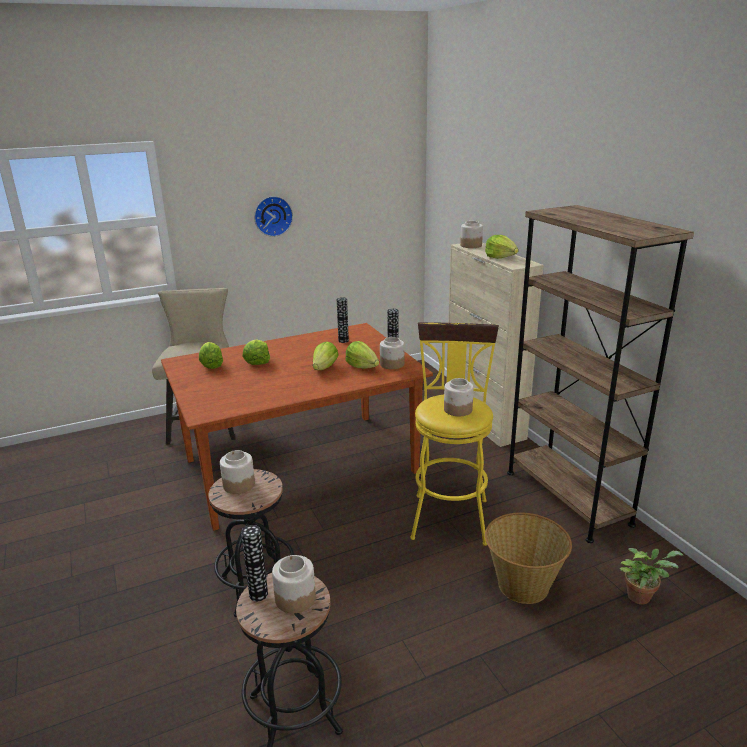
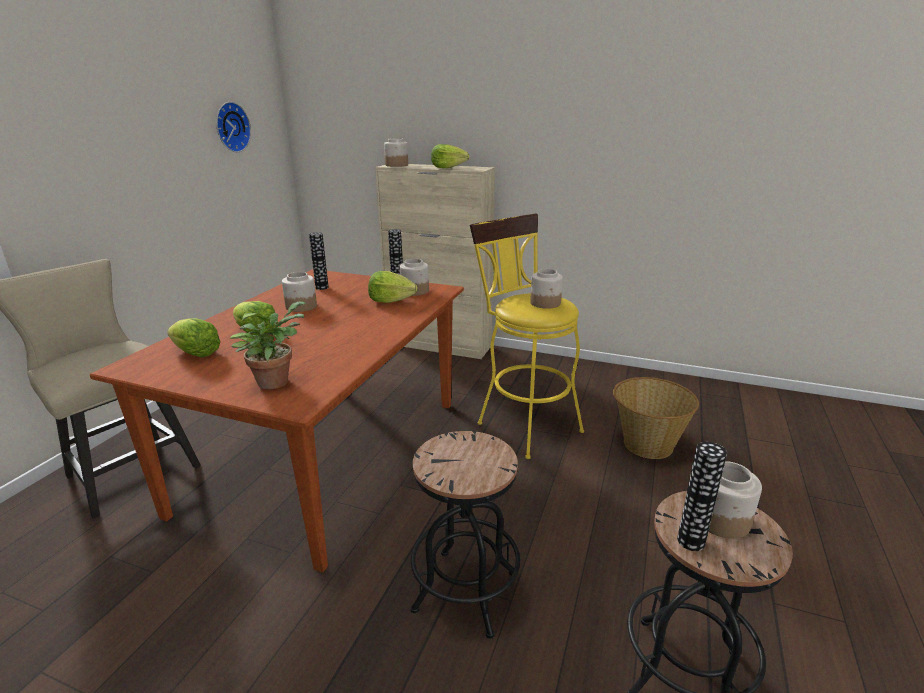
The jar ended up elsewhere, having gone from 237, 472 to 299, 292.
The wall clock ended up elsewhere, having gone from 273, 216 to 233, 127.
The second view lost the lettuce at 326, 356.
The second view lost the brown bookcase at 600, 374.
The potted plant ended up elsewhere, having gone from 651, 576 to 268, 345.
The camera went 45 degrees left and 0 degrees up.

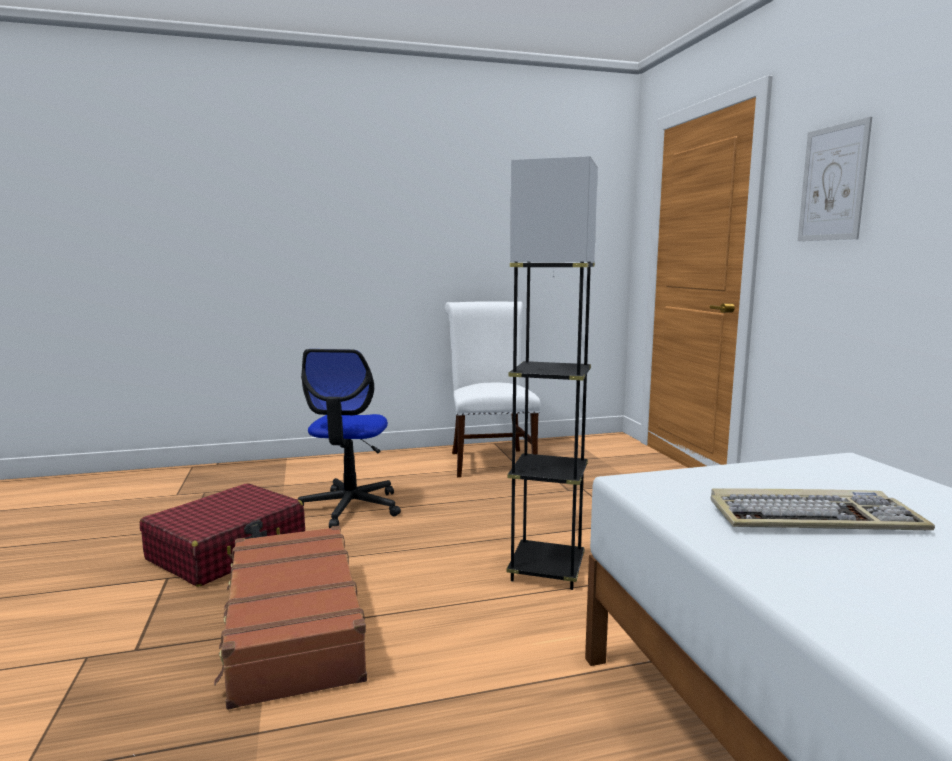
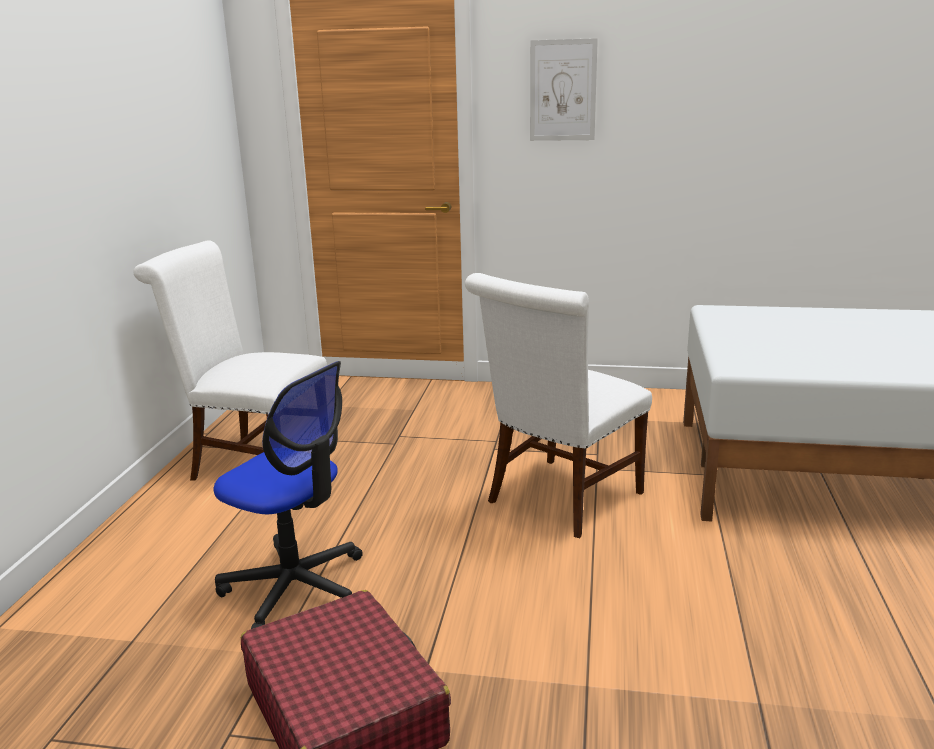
The second view lost the brown suitcase at 290, 618.
Where the grey floor lamp stood at 552, 373, the white chair came to stand at 558, 405.
The second view lost the keyboard at 823, 509.
The camera went 65 degrees left and 10 degrees up.

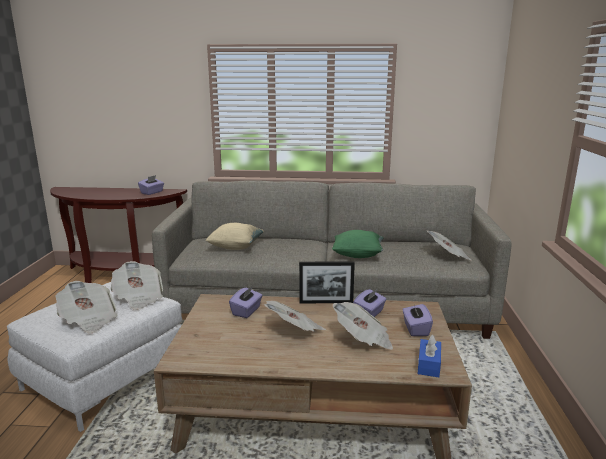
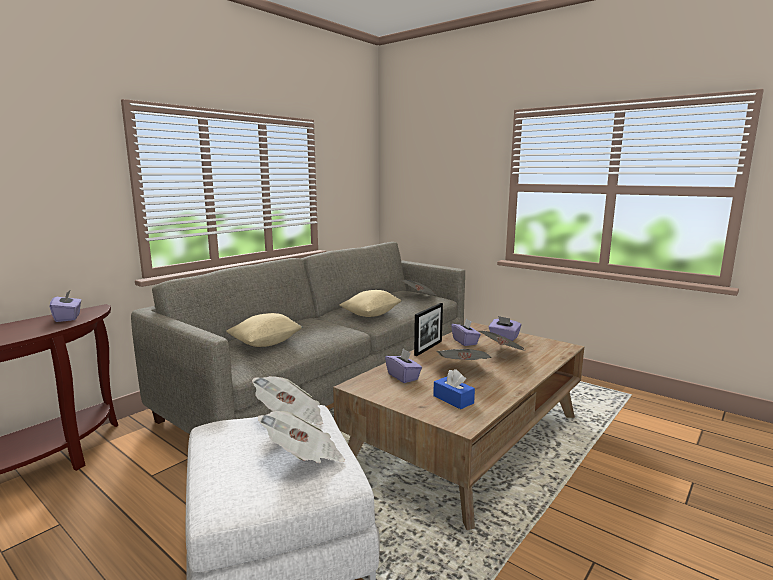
What was the green pillow at 357, 244 turned into the beige pillow at 370, 303.
The blue tissue box ended up elsewhere, having gone from 429, 356 to 454, 389.
The camera went 55 degrees left and 5 degrees down.

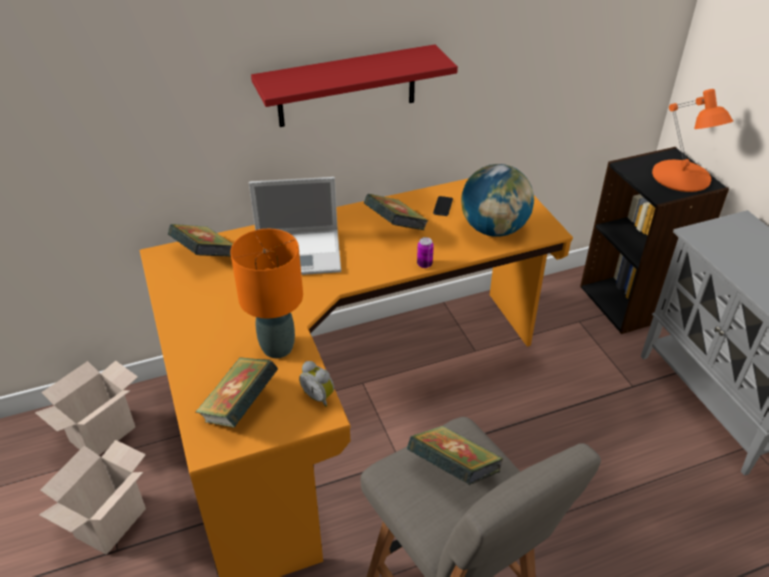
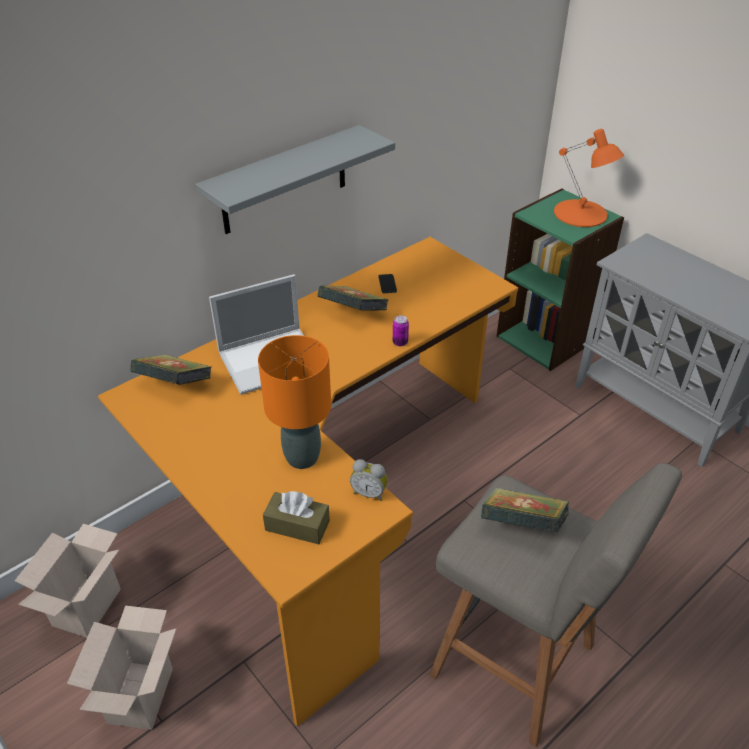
Where the book stood at 237, 392, the brown tissue box came to stand at 296, 517.
What was the red shelf at 354, 85 turned into the grey shelf at 295, 179.
The second view lost the globe at 497, 200.
What was the black bookcase at 654, 240 turned into the green bookcase at 560, 280.
The camera went 20 degrees left and 0 degrees up.

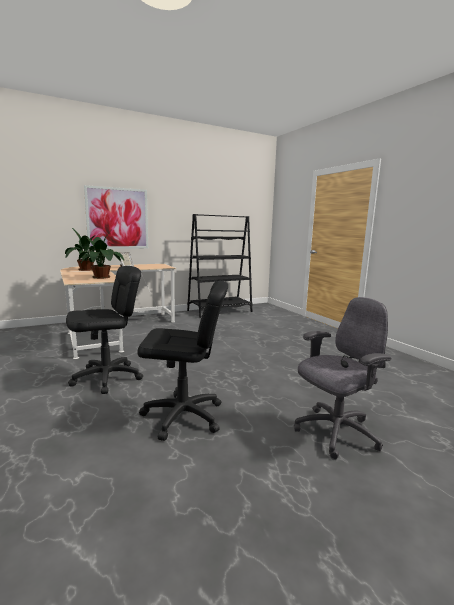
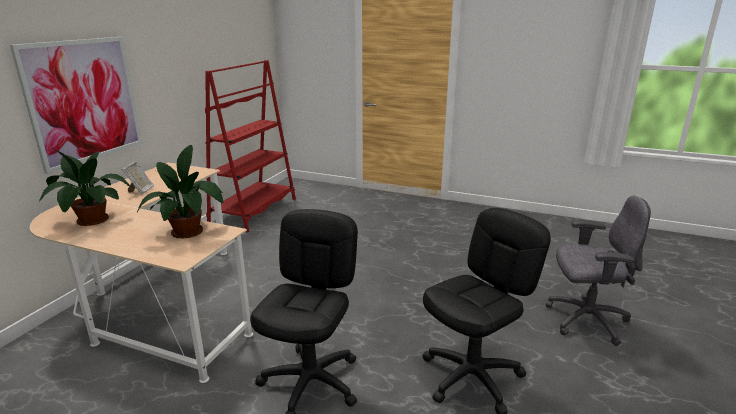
What was the black bookcase at 220, 266 turned into the red bookcase at 250, 146.
The grey office chair at 343, 378 ended up facing another way, 75 degrees clockwise from before.
The camera went 40 degrees left and 10 degrees up.

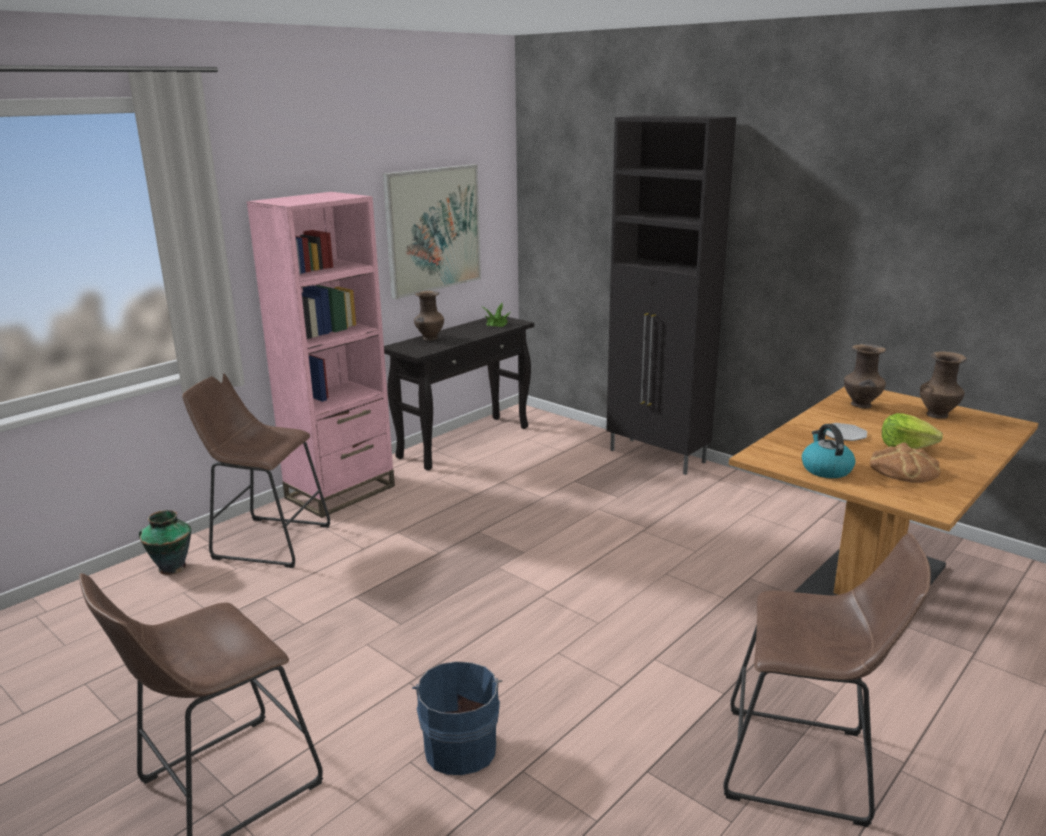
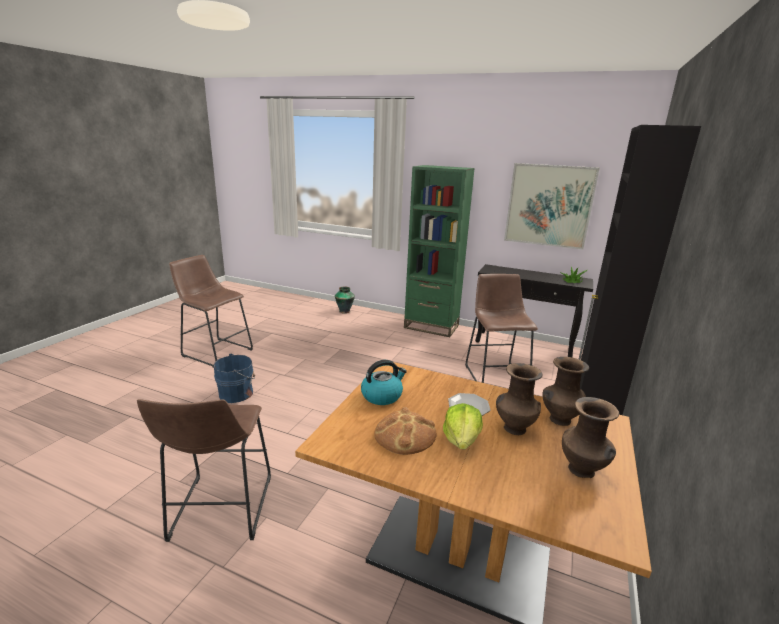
The brown stool ended up elsewhere, having gone from 256, 470 to 501, 328.
What was the pink bookcase at 320, 355 turned into the green bookcase at 439, 251.
The brown vase ended up elsewhere, having gone from 429, 316 to 519, 399.
The camera went 70 degrees right and 0 degrees up.

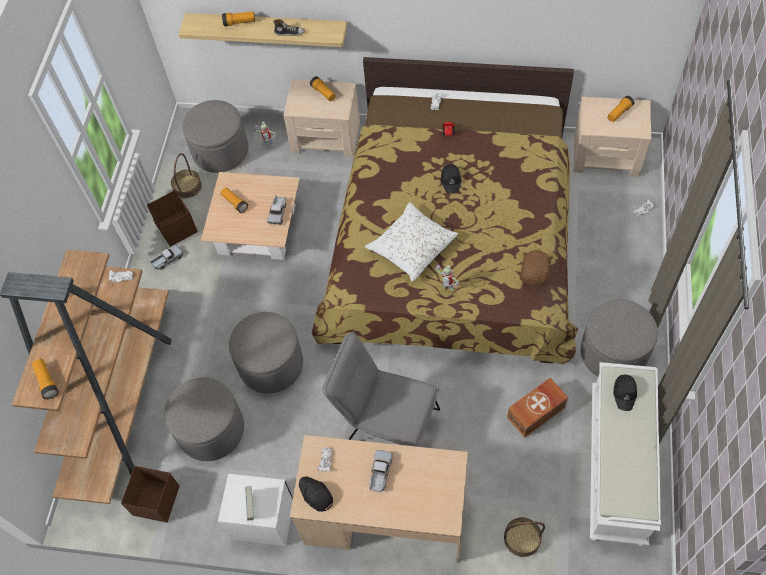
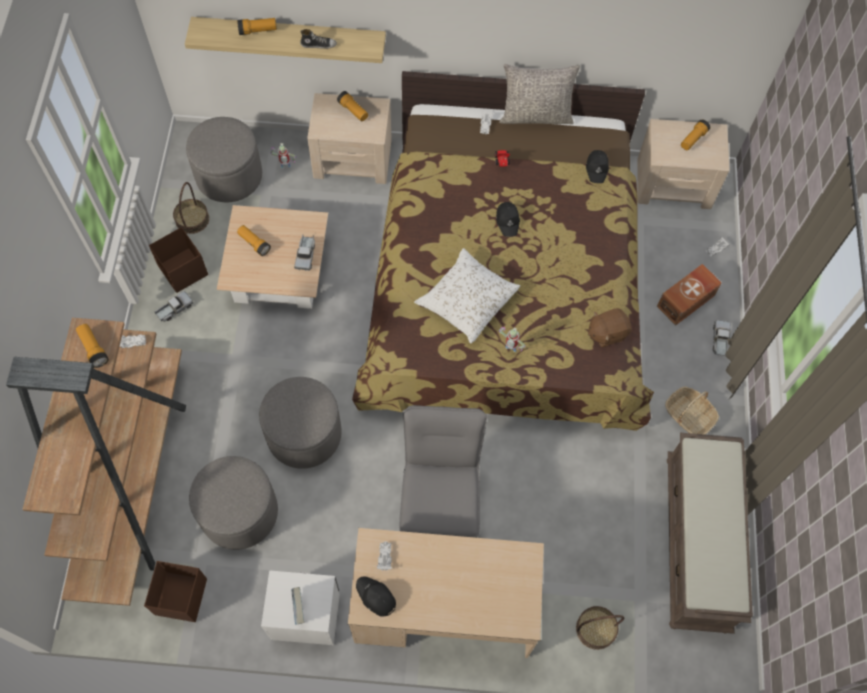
The flashlight ended up elsewhere, having gone from 45, 379 to 92, 346.
The grey chair at 381, 389 ended up facing another way, 75 degrees clockwise from before.
The toy truck ended up elsewhere, having gone from 381, 471 to 722, 338.
The brown storage box ended up elsewhere, having gone from 537, 408 to 689, 294.
The brown plush toy at 537, 267 ended up facing another way, 120 degrees counterclockwise from before.
Where the grey ottoman stood at 619, 338, the basket came to stand at 692, 411.
What was the white bench at 625, 454 turned into the brown bench at 710, 533.
The black cap ended up elsewhere, having gone from 625, 393 to 597, 166.
The second view gained the grey pillow at 539, 94.
The camera went 10 degrees left and 5 degrees up.

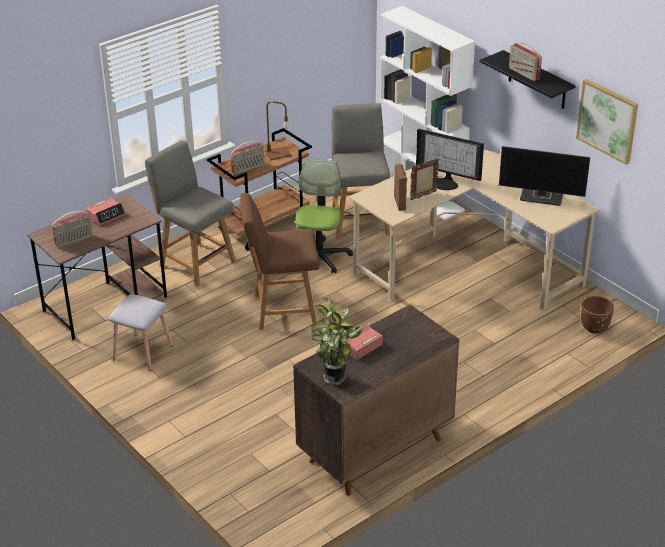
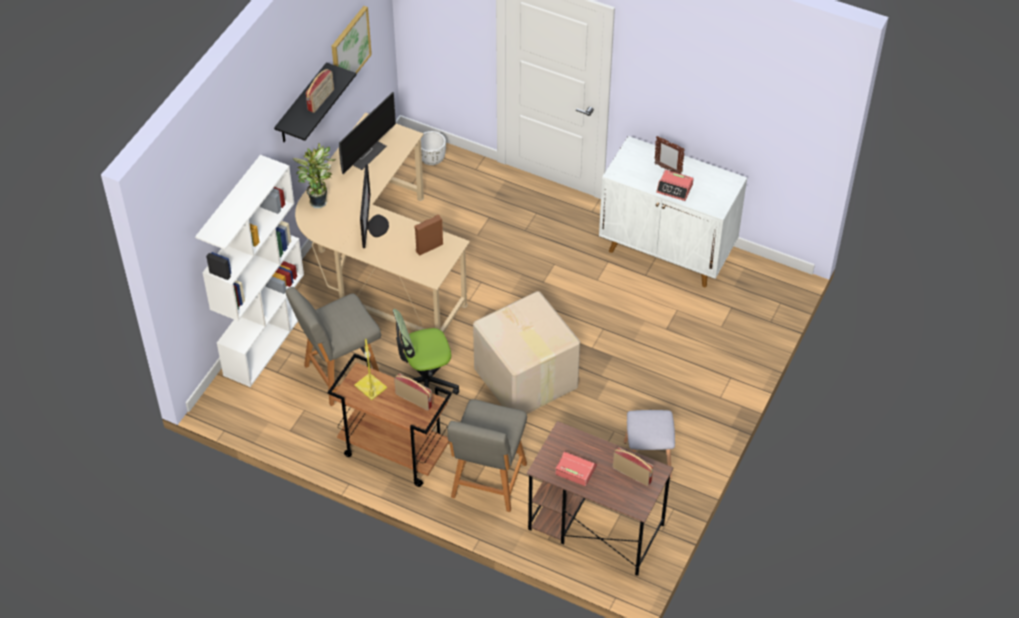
Where the brown chair stood at 280, 261, the cardboard box came to stand at 526, 352.
What was the brown table lamp at 278, 130 turned into the yellow table lamp at 370, 369.
What was the brown cabinet at 376, 400 turned into the white cabinet at 673, 211.
The potted plant ended up elsewhere, having gone from 337, 341 to 314, 175.
The picture frame ended up elsewhere, having gone from 425, 179 to 669, 155.
The monitor at 544, 176 ended up facing another way, 45 degrees clockwise from before.
What was the brown planter at 597, 315 turned into the white planter at 433, 148.
The camera went 115 degrees left and 15 degrees up.

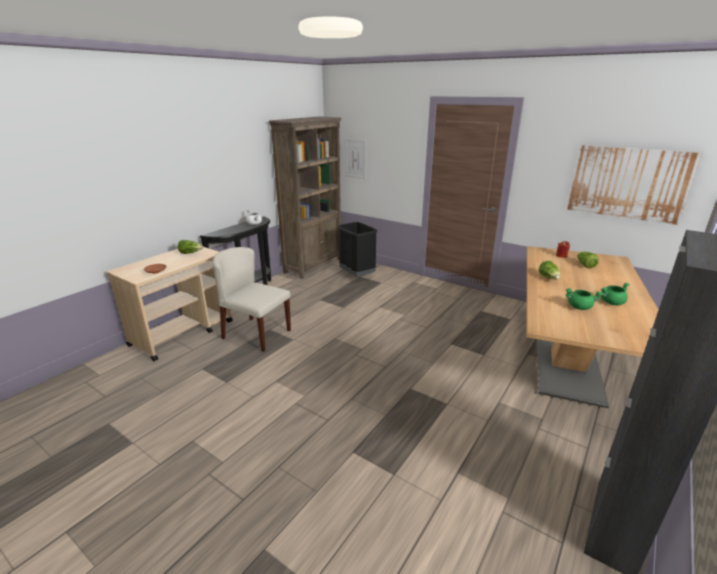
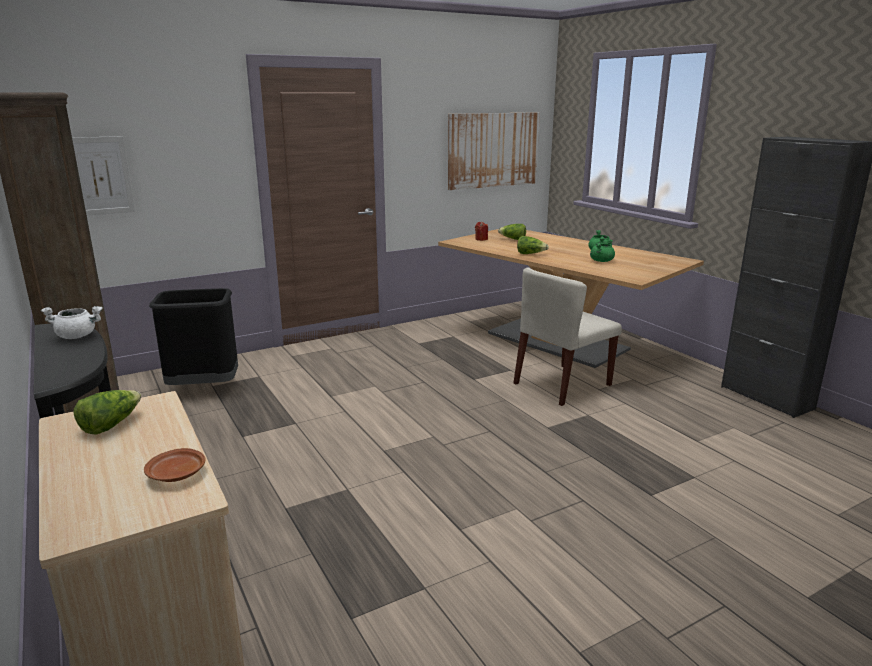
The beige chair ended up elsewhere, having gone from 252, 299 to 567, 336.
The camera went 65 degrees left and 5 degrees down.

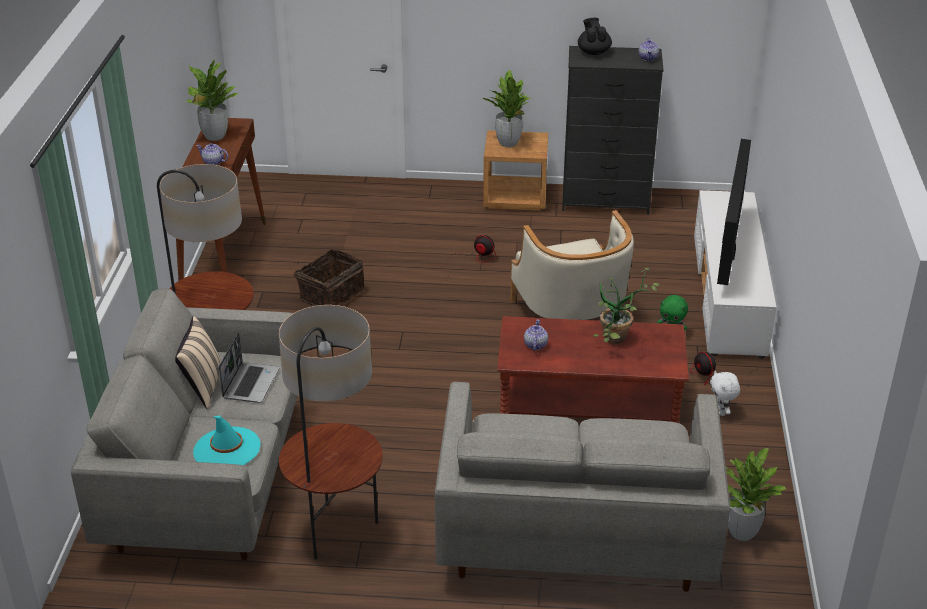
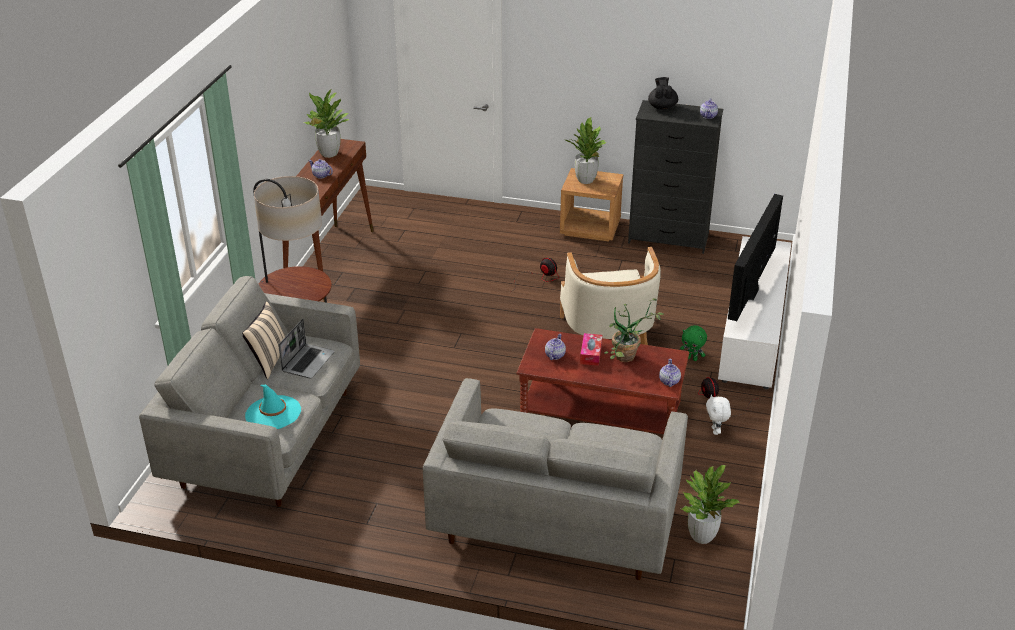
The second view lost the floor lamp at 331, 432.
The second view lost the basket at 329, 277.
The second view gained the tissue box at 591, 349.
The second view gained the teapot at 670, 373.
The camera went 10 degrees right and 0 degrees up.

